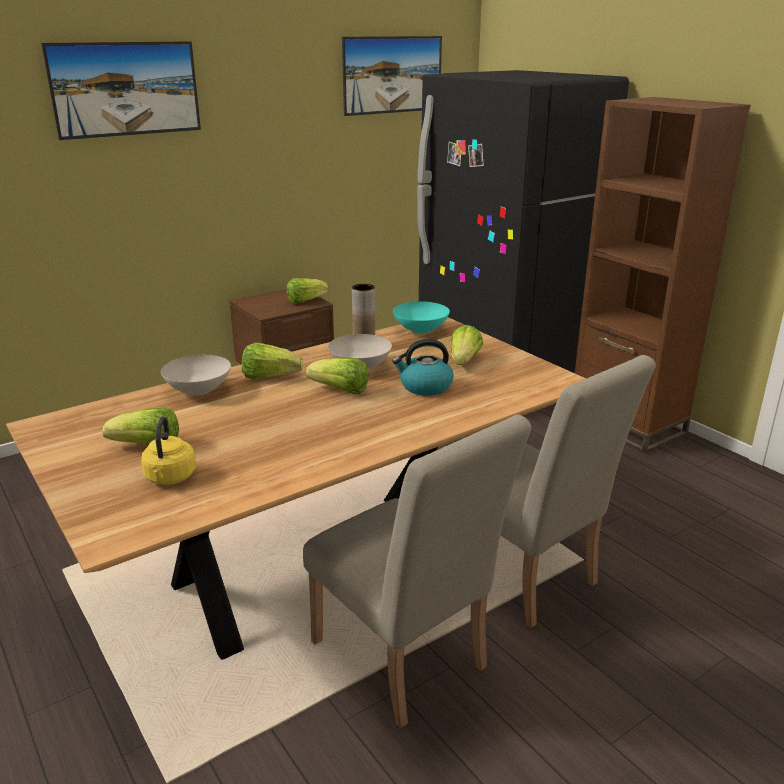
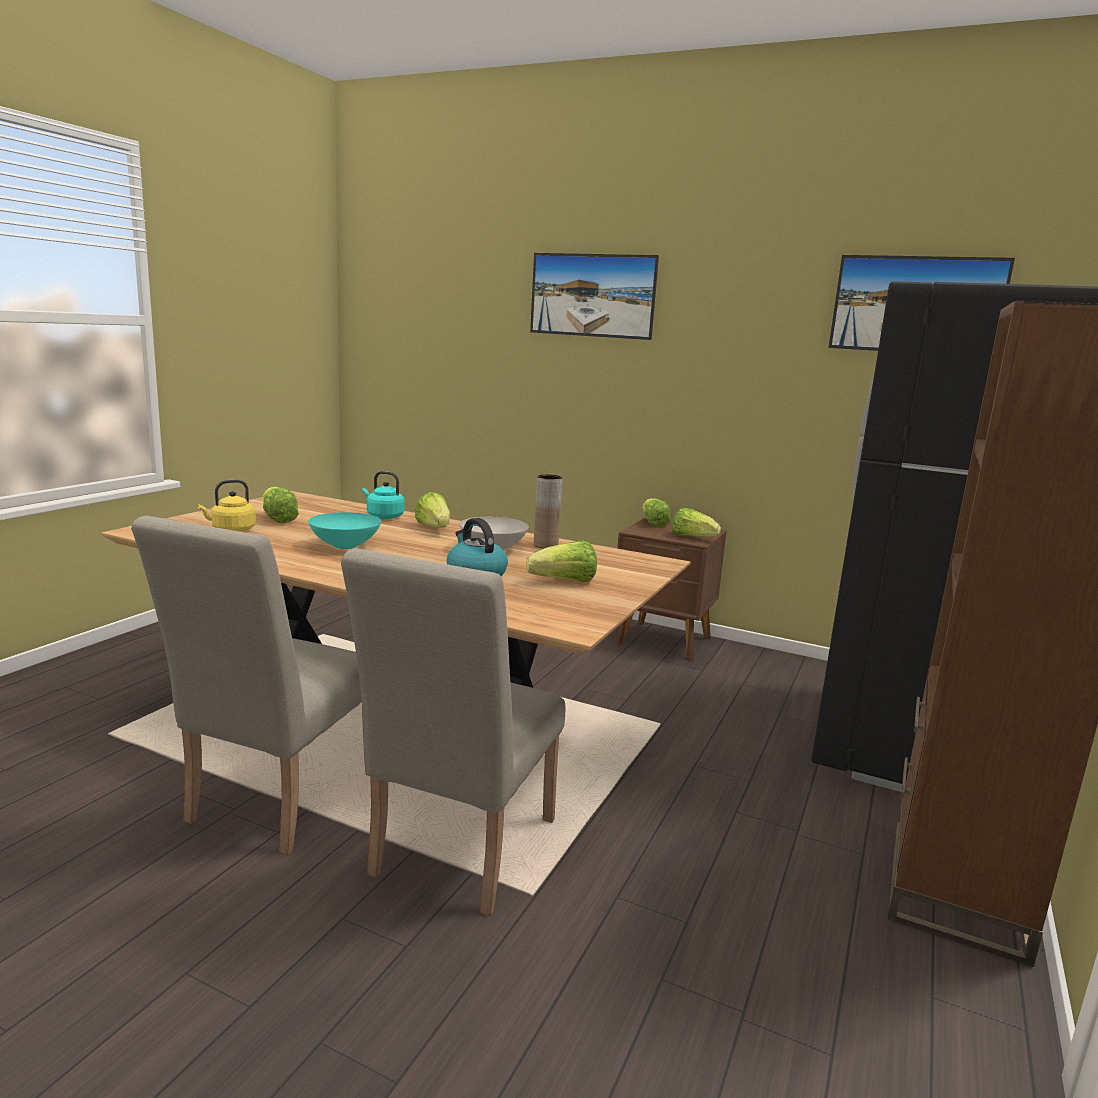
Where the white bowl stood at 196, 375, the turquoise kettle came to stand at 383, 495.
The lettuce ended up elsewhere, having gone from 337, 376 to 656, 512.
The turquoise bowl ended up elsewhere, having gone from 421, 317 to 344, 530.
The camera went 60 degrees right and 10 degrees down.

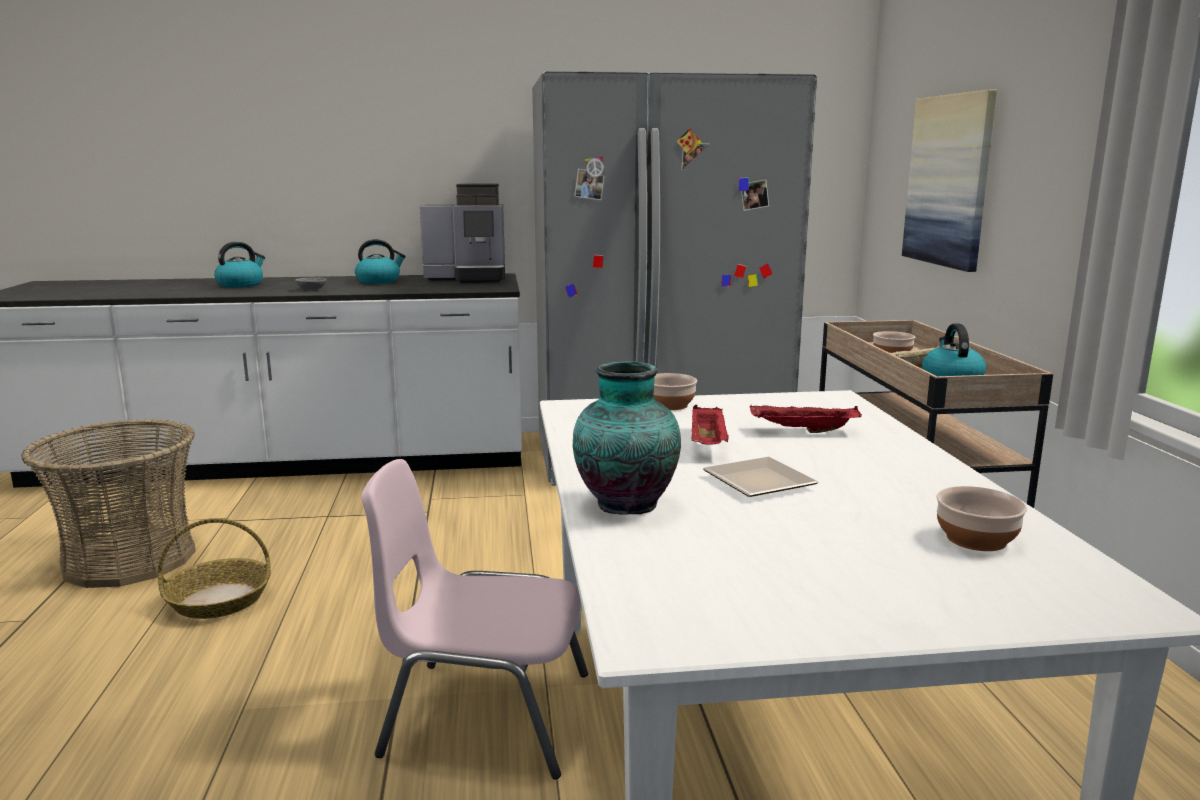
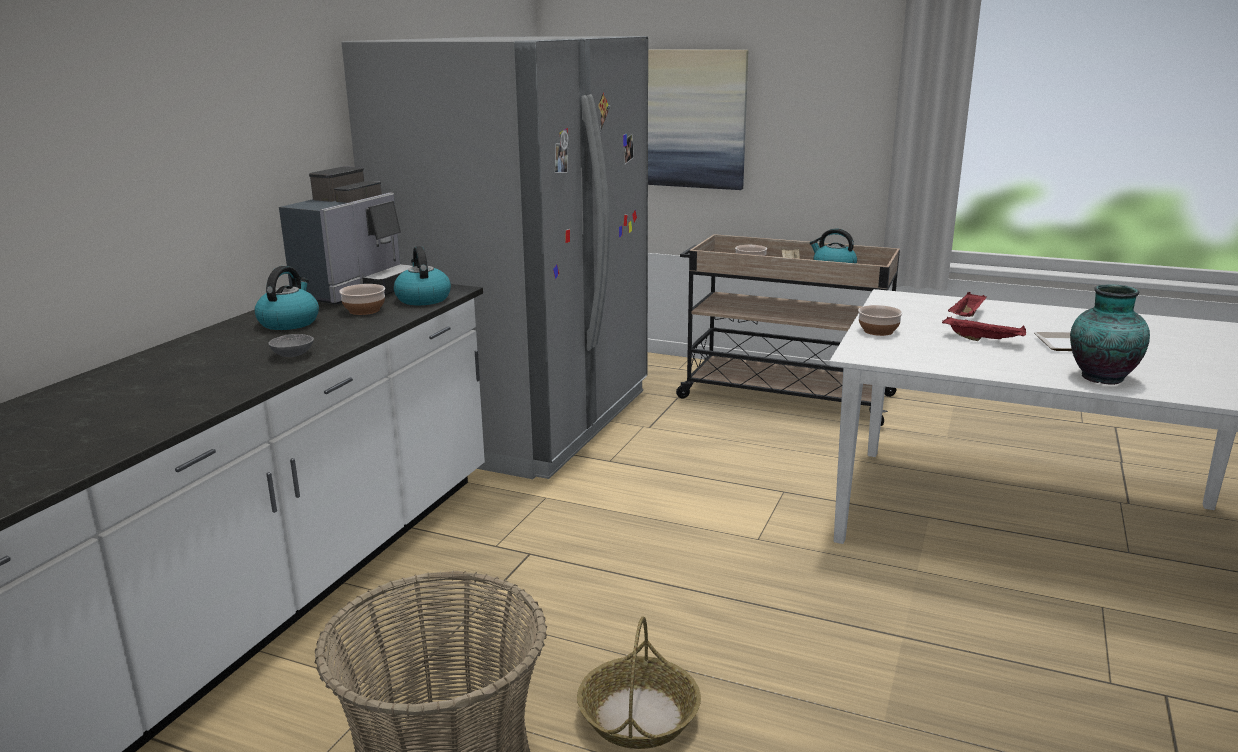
The kettle ended up elsewhere, having gone from 239, 265 to 422, 275.
The second view lost the pink chair at 474, 619.
The bowl ended up elsewhere, having gone from 981, 518 to 362, 299.
The camera went 60 degrees left and 5 degrees up.

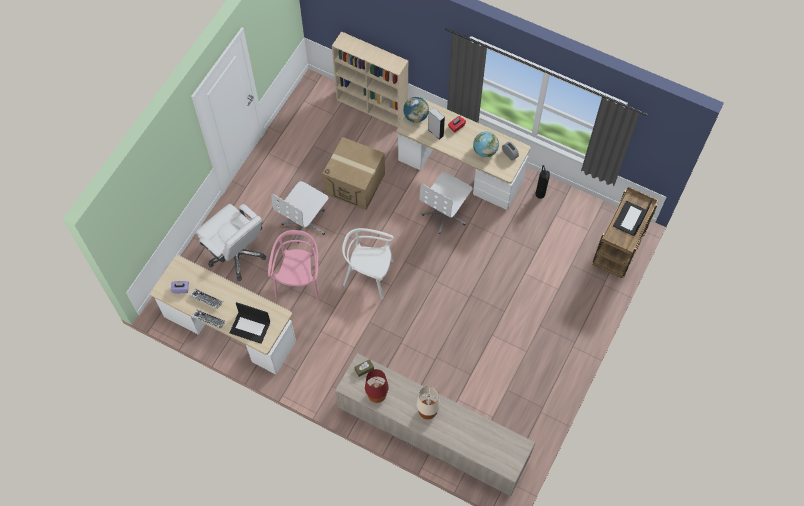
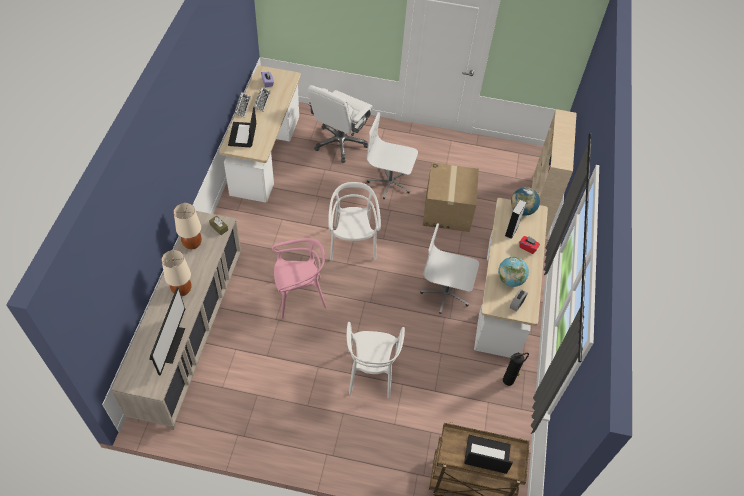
The pink chair ended up elsewhere, having gone from 294, 265 to 299, 278.
What was the red table lamp at 377, 386 turned into the beige table lamp at 188, 226.
The second view gained the monitor at 167, 332.
The second view gained the white chair at 376, 360.
The camera went 70 degrees right and 10 degrees down.

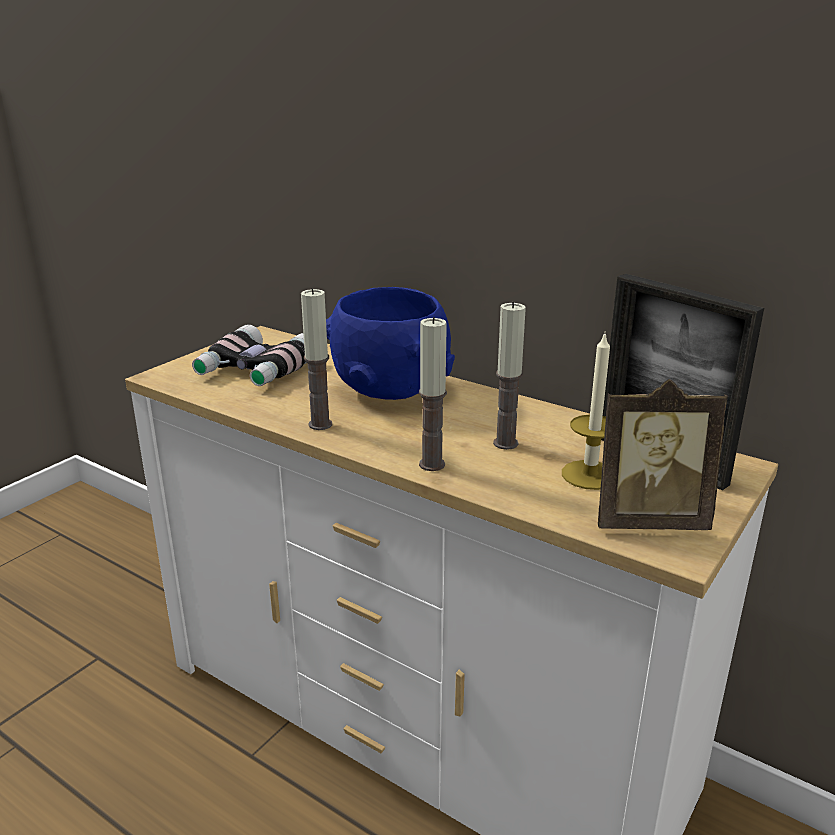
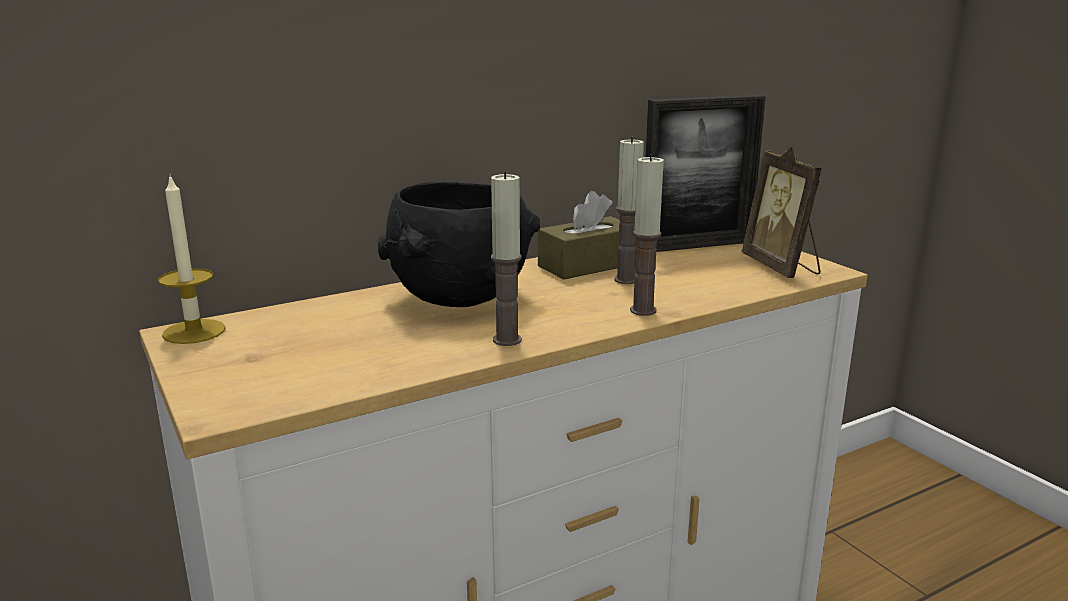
The second view lost the binoculars at 249, 355.
What was the blue bowl at 390, 343 turned into the black bowl at 459, 244.
The candle ended up elsewhere, having gone from 586, 410 to 192, 259.
The picture frame at 663, 454 ended up facing another way, 135 degrees clockwise from before.
The second view gained the brown tissue box at 587, 235.
The camera went 65 degrees left and 5 degrees down.

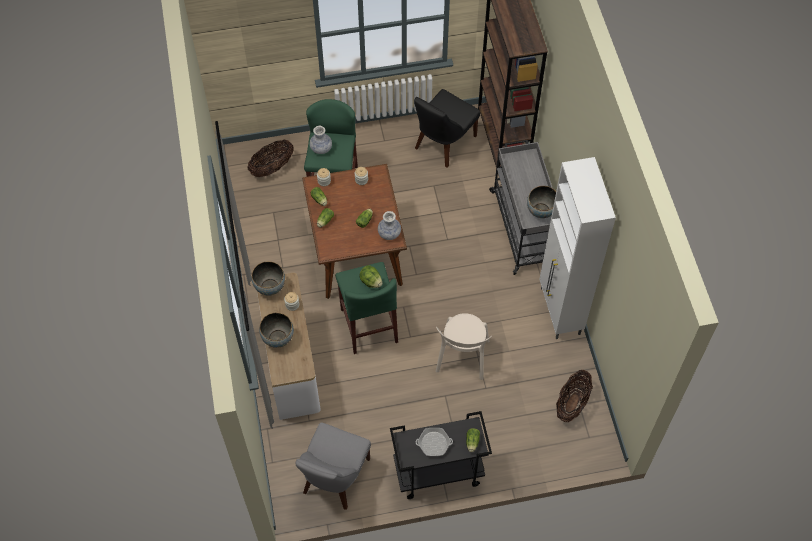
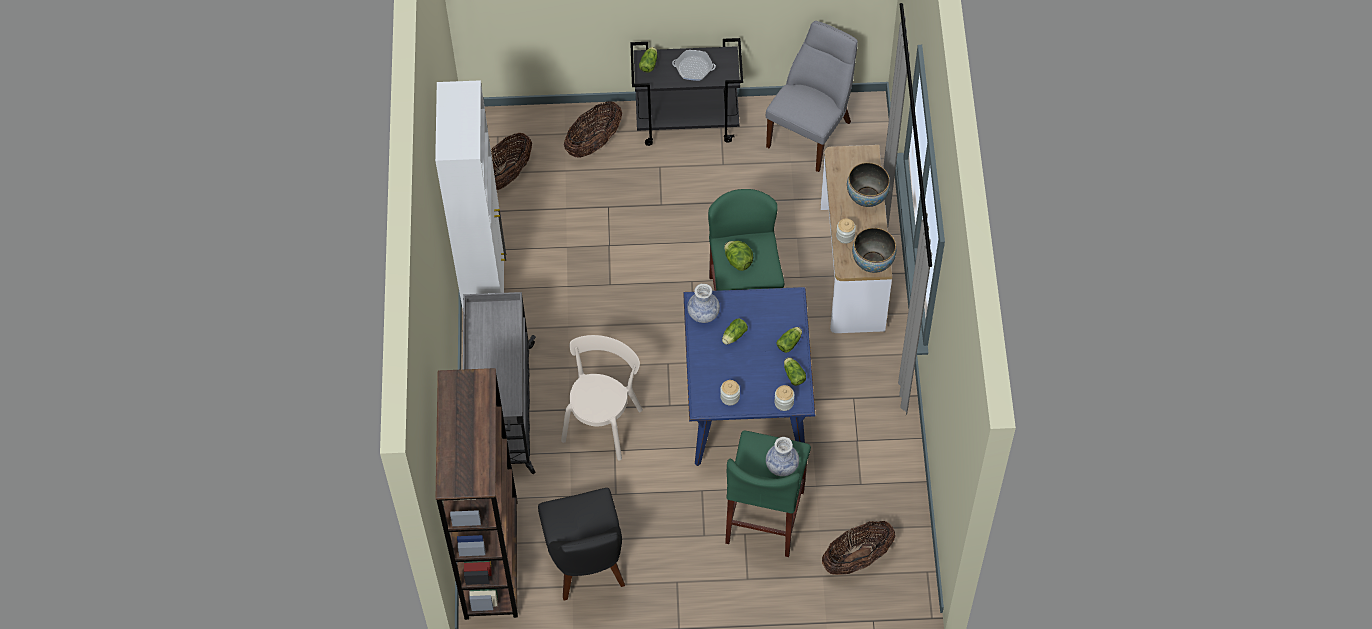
What was the brown dining table at 354, 231 turned into the blue dining table at 749, 376.
The black chair at 447, 128 ended up facing another way, 120 degrees clockwise from before.
The beige chair ended up elsewhere, having gone from 464, 346 to 602, 398.
The second view lost the bowl at 541, 202.
The second view gained the basket at 593, 129.
The camera went 170 degrees left and 0 degrees up.

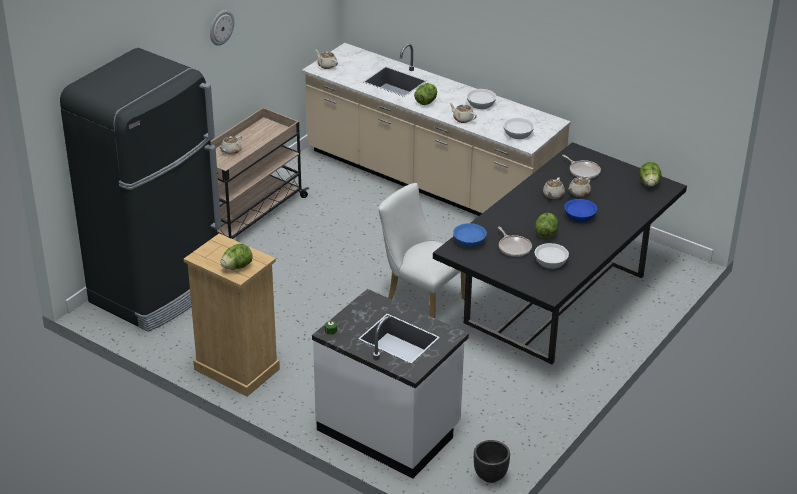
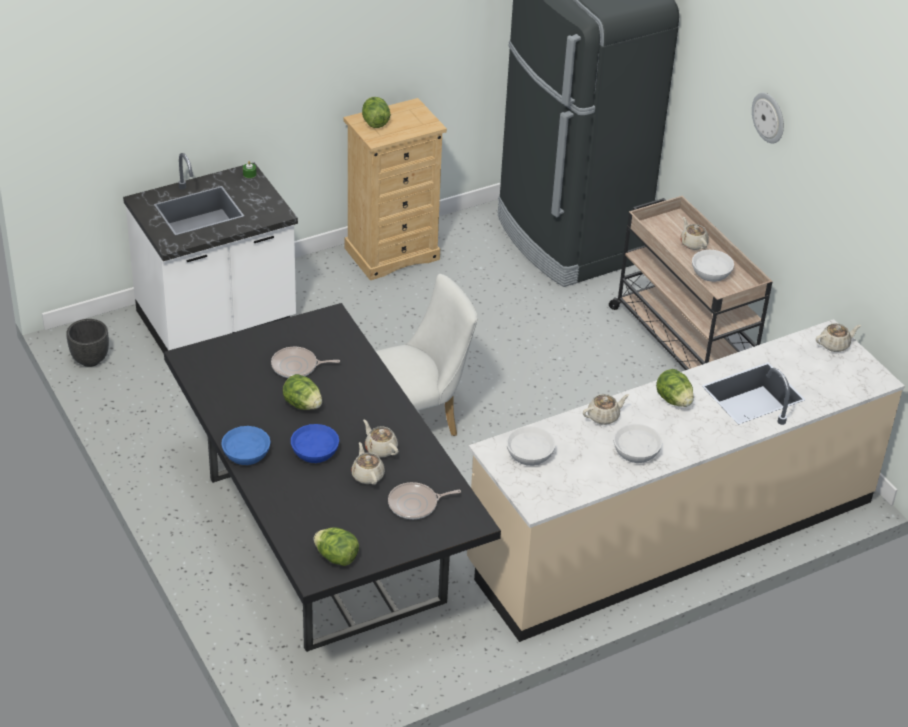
The blue bowl ended up elsewhere, having gone from 470, 235 to 246, 445.
The white bowl ended up elsewhere, having gone from 551, 256 to 713, 266.
The camera went 115 degrees right and 5 degrees up.

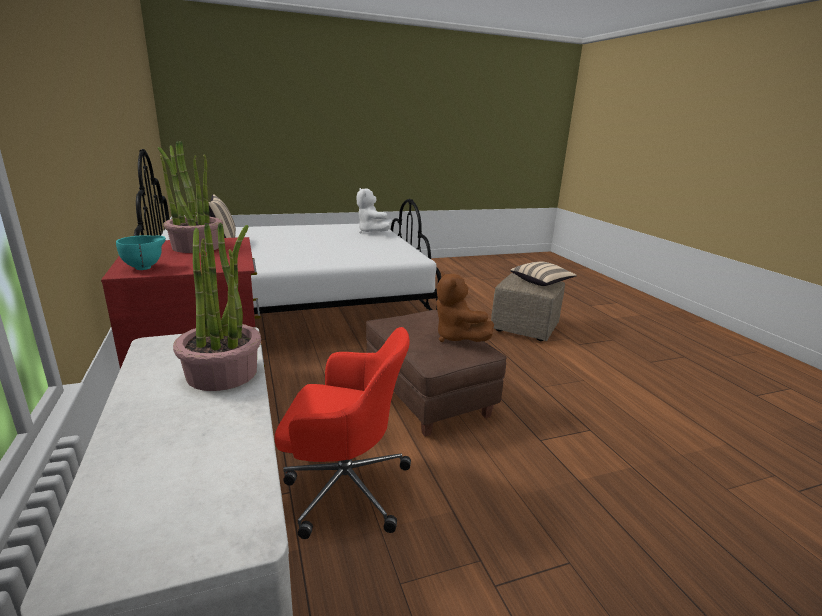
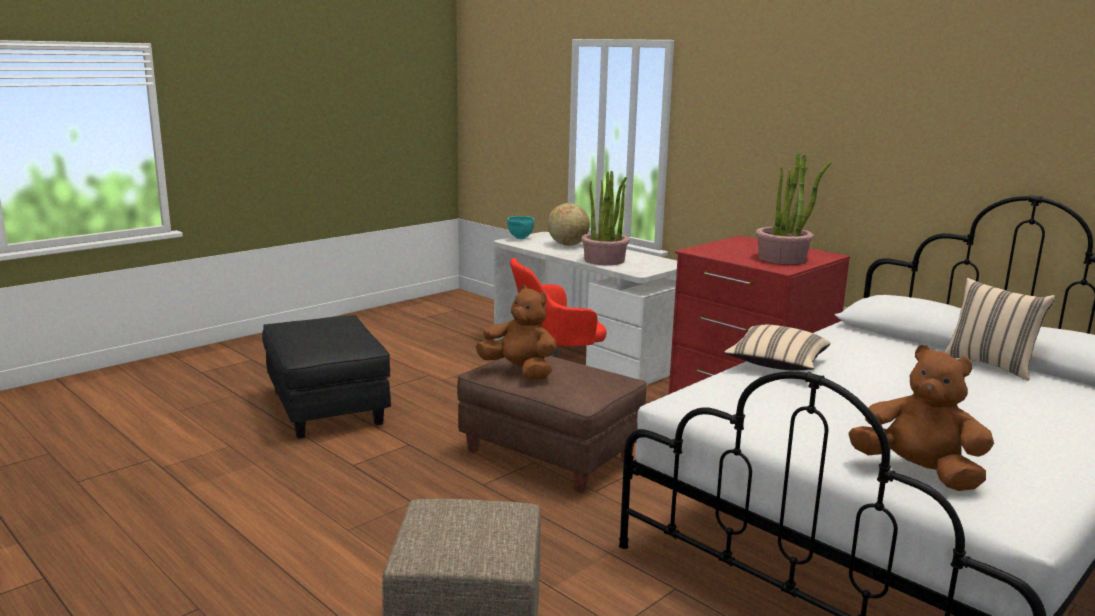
The turquoise bowl ended up elsewhere, having gone from 141, 252 to 520, 227.
What was the white plush toy at 374, 210 turned into the brown plush toy at 921, 418.
The beige pillow ended up elsewhere, having gone from 543, 274 to 777, 348.
The second view gained the black ottoman at 326, 377.
The second view gained the globe at 568, 224.
The camera went 155 degrees right and 5 degrees down.

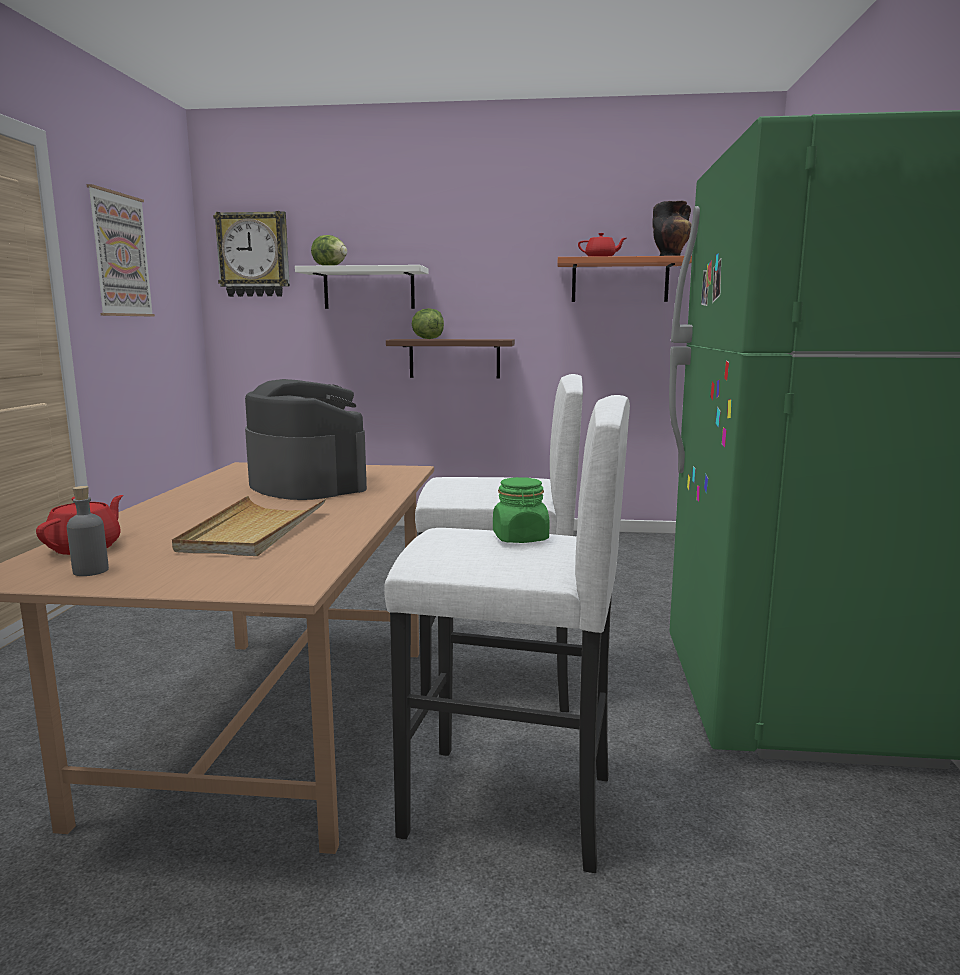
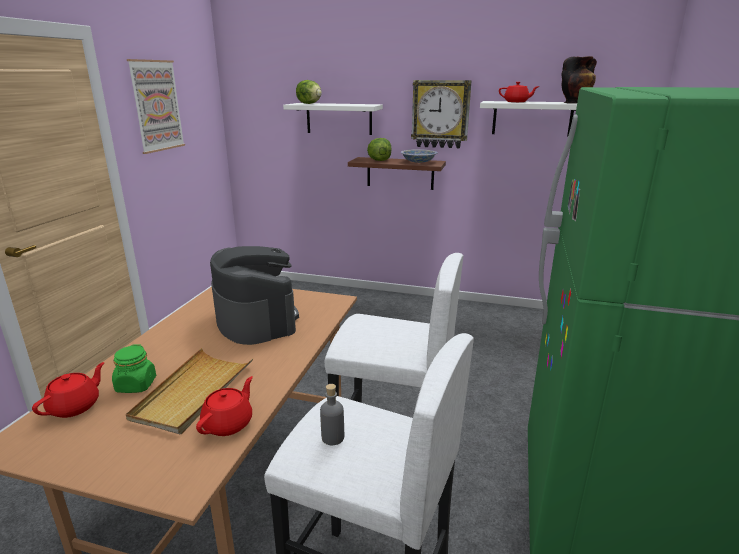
The grey bottle ended up elsewhere, having gone from 88, 531 to 332, 414.
The wall clock ended up elsewhere, having gone from 251, 254 to 441, 114.
The green jar ended up elsewhere, having gone from 521, 510 to 134, 369.
What was the orange shelf at 625, 279 turned into the white shelf at 528, 118.
The second view gained the red teapot at 224, 406.
The second view gained the bowl at 419, 156.
The camera went 10 degrees right and 10 degrees up.

